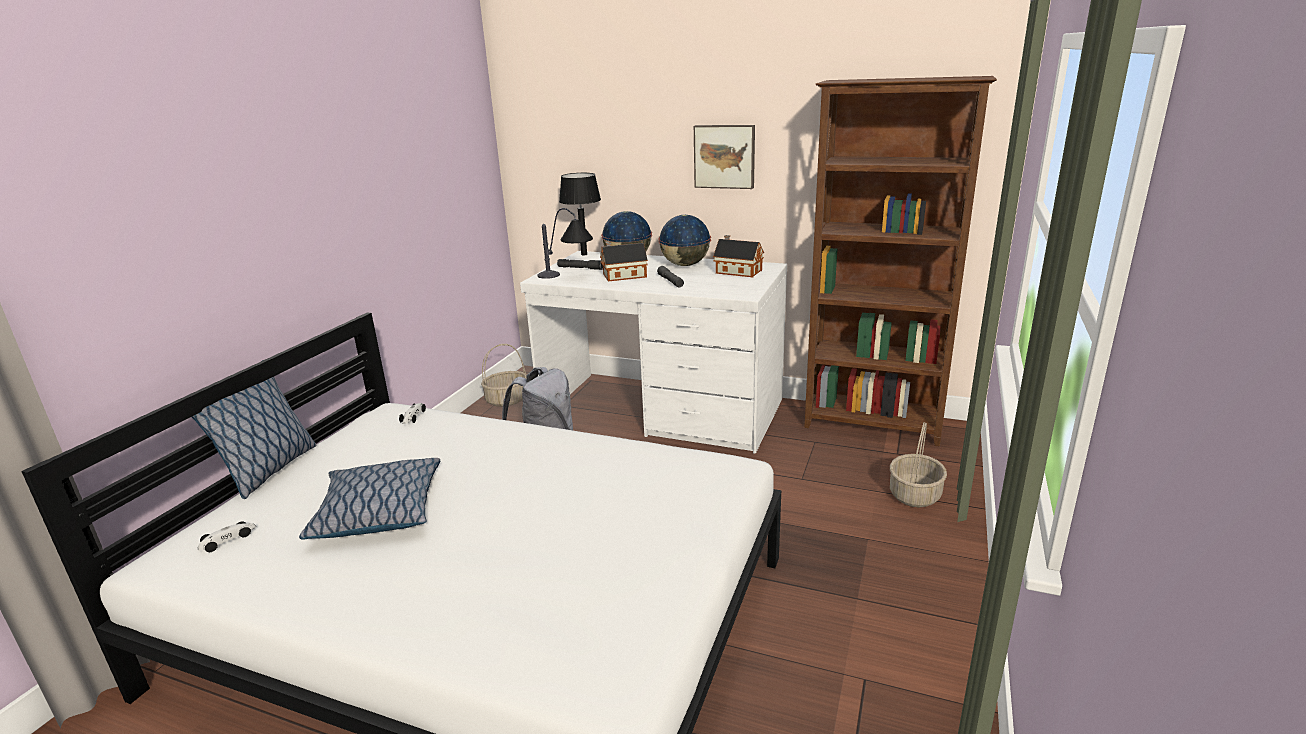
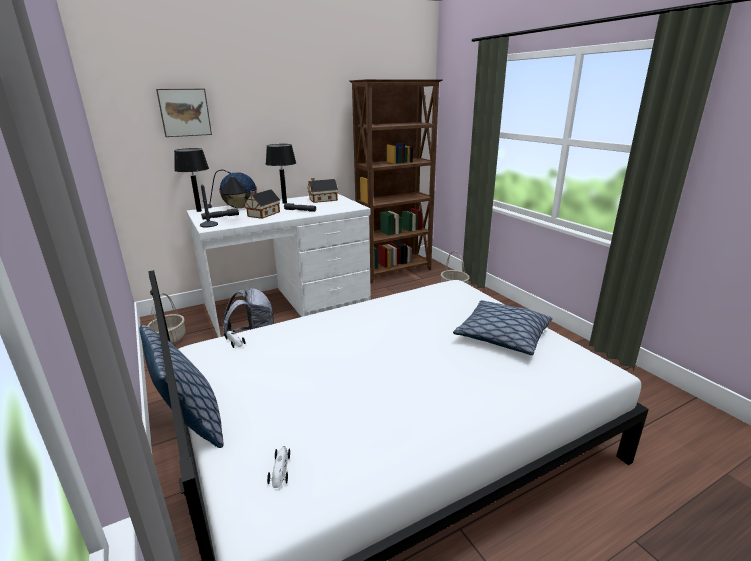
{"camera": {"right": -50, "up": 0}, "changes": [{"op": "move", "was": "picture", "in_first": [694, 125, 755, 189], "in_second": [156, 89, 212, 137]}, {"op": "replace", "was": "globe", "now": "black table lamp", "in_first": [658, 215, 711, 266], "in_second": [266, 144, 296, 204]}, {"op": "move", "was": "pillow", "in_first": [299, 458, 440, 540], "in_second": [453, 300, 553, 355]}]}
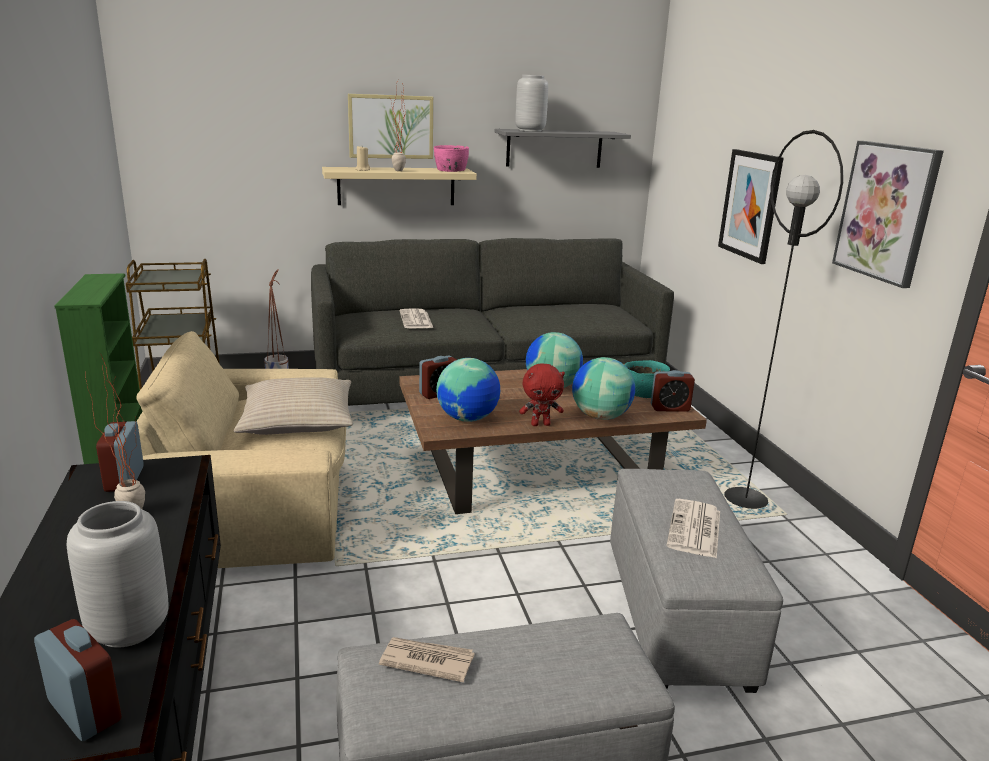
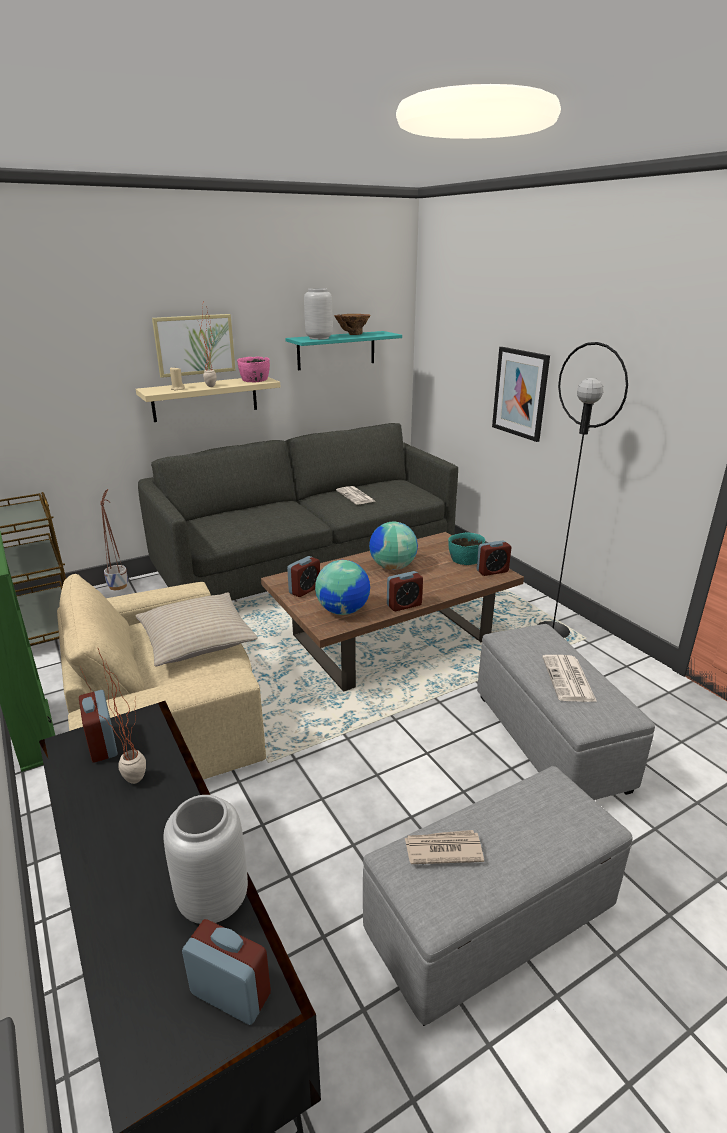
{"camera": {"right": -15, "up": 5}, "changes": [{"op": "recolor", "was": "grey shelf", "now": "turquoise shelf", "in_first": [494, 129, 631, 168], "in_second": [285, 331, 402, 370]}, {"op": "delete", "was": "picture", "in_first": [832, 141, 944, 288]}, {"op": "move", "was": "newspaper", "in_first": [400, 308, 433, 328], "in_second": [336, 486, 375, 505]}, {"op": "delete", "was": "globe", "in_first": [572, 357, 635, 420]}, {"op": "replace", "was": "red plush toy", "now": "alarm clock", "in_first": [519, 363, 565, 426], "in_second": [387, 571, 423, 611]}, {"op": "insert", "now": "brown vase", "in_second": [334, 314, 371, 335]}]}
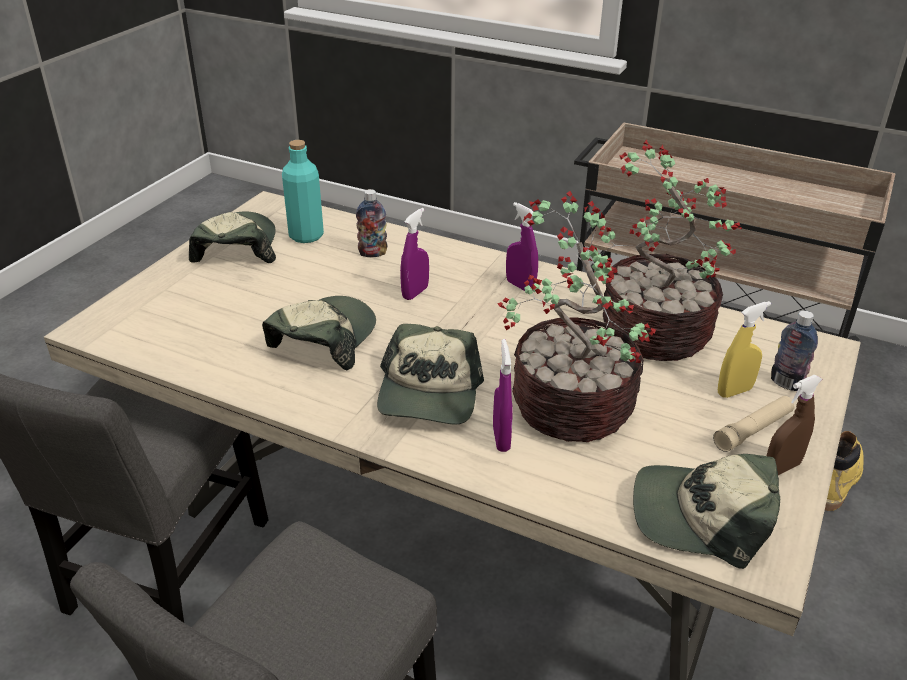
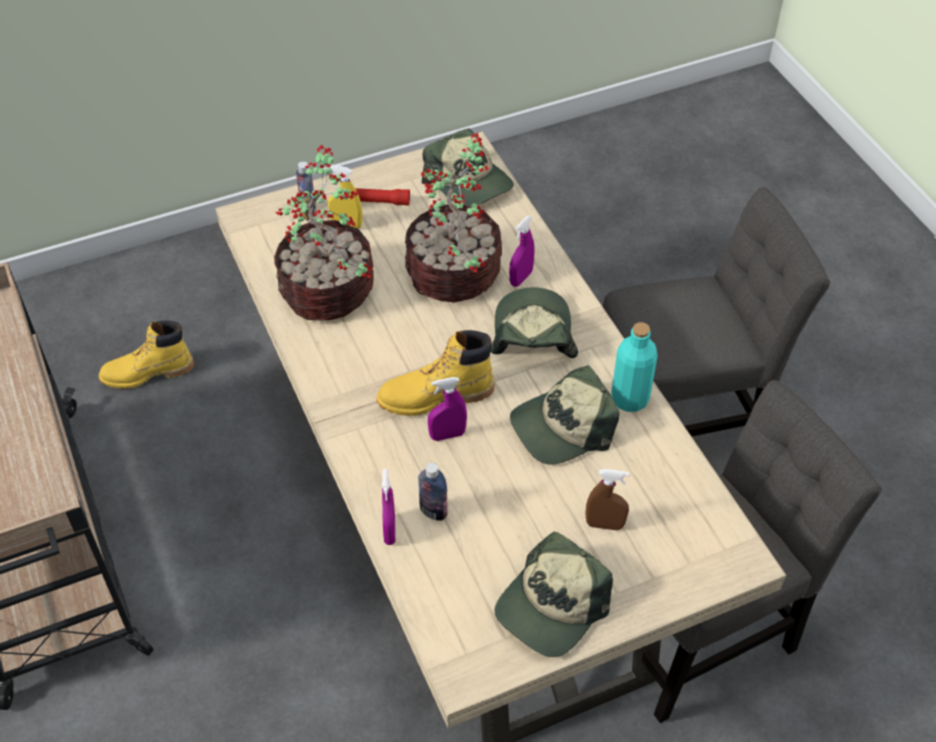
{"camera": {"right": -140, "up": 15}, "changes": [{"op": "move", "was": "turquoise bottle", "in_first": [282, 140, 324, 243], "in_second": [611, 322, 658, 412]}, {"op": "move", "was": "purple spray bottle", "in_first": [506, 202, 538, 291], "in_second": [382, 469, 396, 545]}, {"op": "rotate", "was": "cap", "in_first": [377, 324, 484, 424], "in_second": [491, 287, 578, 358], "clockwise": -45}, {"op": "move", "was": "brown spray bottle", "in_first": [767, 375, 822, 475], "in_second": [585, 469, 630, 530]}, {"op": "recolor", "was": "beige flashlight", "now": "red flashlight", "in_first": [713, 396, 794, 452], "in_second": [355, 188, 410, 205]}, {"op": "insert", "now": "yellow boot", "in_second": [377, 330, 495, 416]}]}
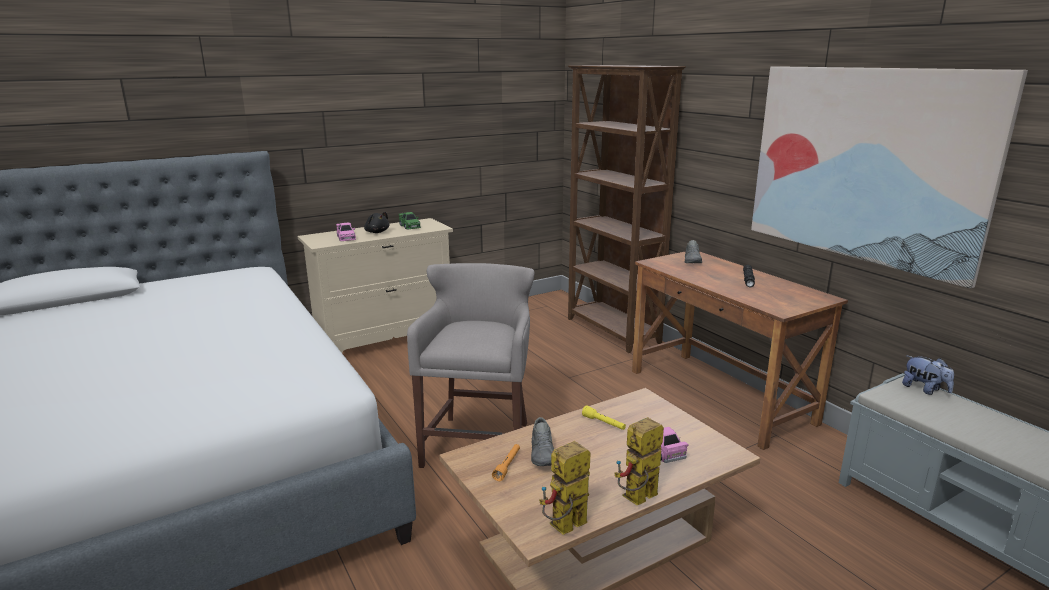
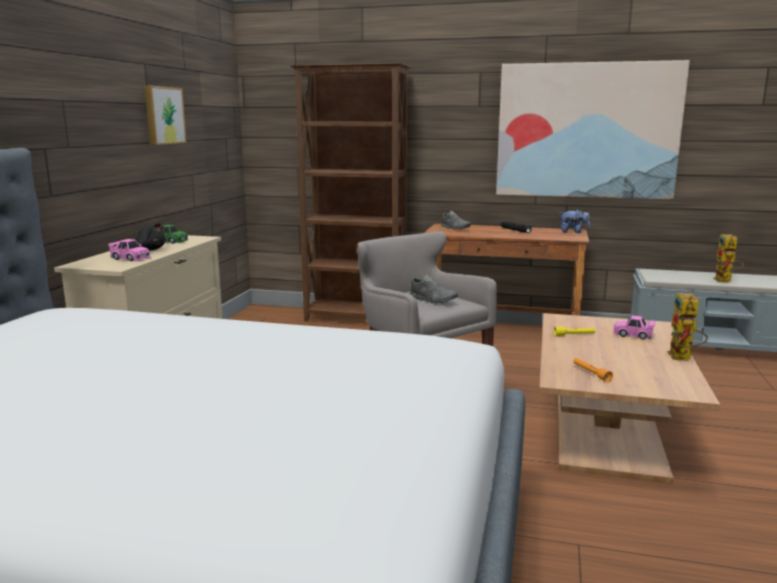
{"camera": {"right": -45, "up": -5}, "changes": [{"op": "move", "was": "plush toy", "in_first": [902, 356, 954, 395], "in_second": [559, 209, 590, 233]}, {"op": "move", "was": "grey shoe", "in_first": [531, 417, 554, 466], "in_second": [409, 275, 458, 304]}, {"op": "move", "was": "toy robot", "in_first": [539, 441, 590, 535], "in_second": [713, 234, 744, 282]}, {"op": "insert", "now": "picture", "in_second": [145, 86, 187, 145]}]}
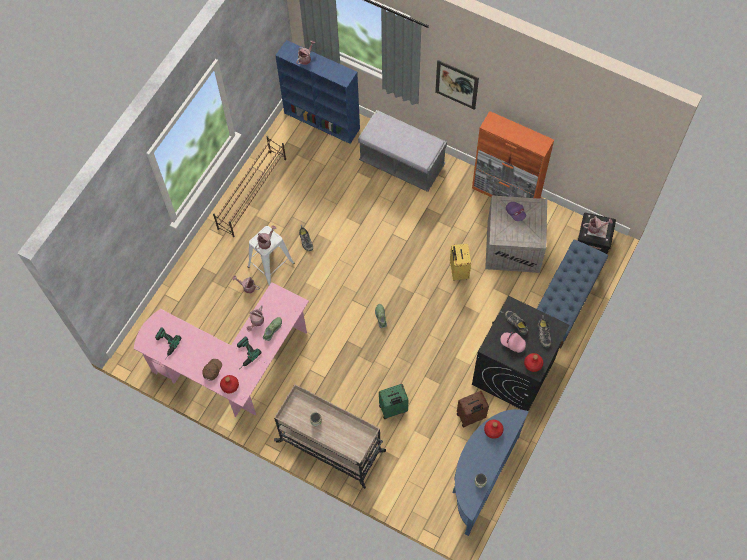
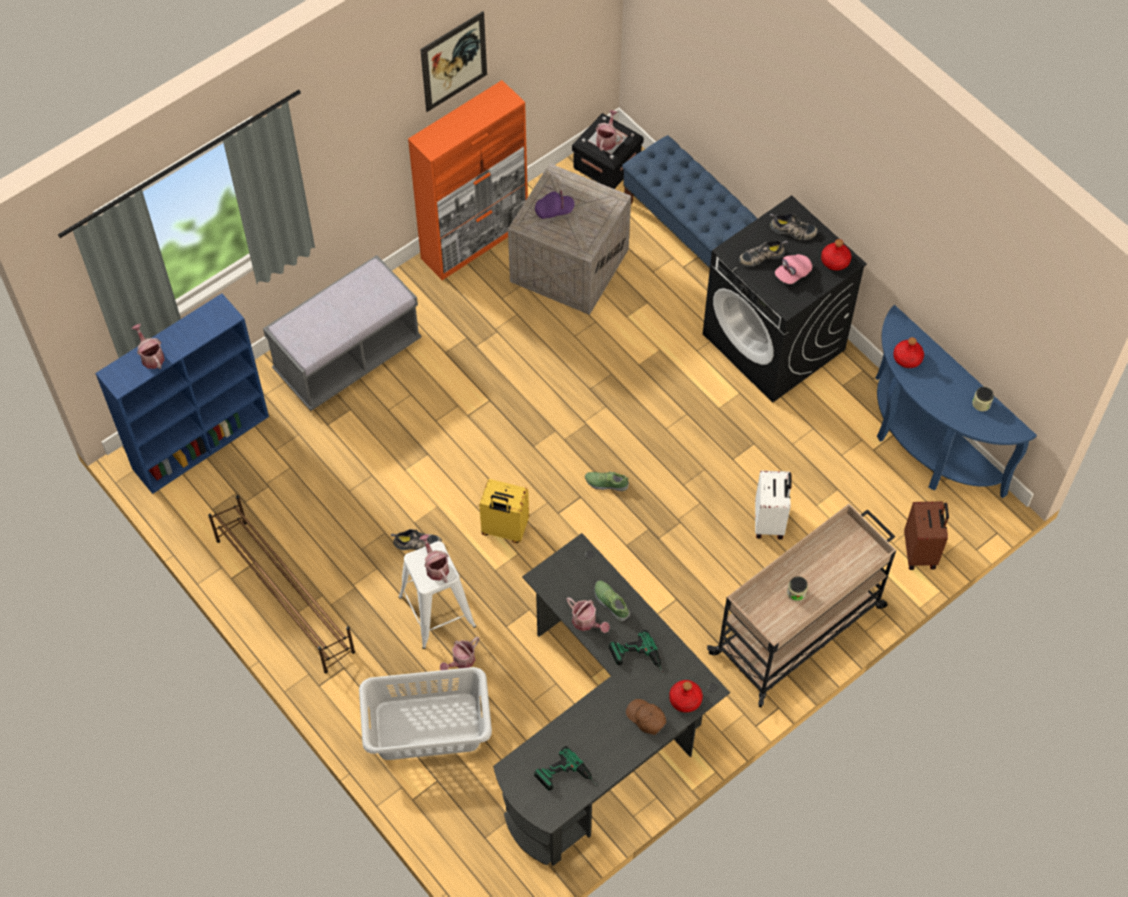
{"camera": {"right": -70, "up": -5}, "changes": [{"op": "move", "was": "picture", "in_first": [435, 60, 479, 110], "in_second": [420, 11, 487, 112]}, {"op": "move", "was": "yellow suitcase", "in_first": [450, 244, 471, 281], "in_second": [479, 479, 529, 543]}, {"op": "recolor", "was": "pink desk", "now": "black desk", "in_first": [134, 282, 309, 417], "in_second": [493, 533, 730, 866]}, {"op": "recolor", "was": "green suitcase", "now": "white suitcase", "in_first": [379, 384, 408, 419], "in_second": [755, 470, 792, 540]}, {"op": "move", "was": "brown suitcase", "in_first": [457, 391, 489, 428], "in_second": [904, 501, 949, 570]}, {"op": "insert", "now": "grey laundry basket", "in_second": [359, 667, 492, 760]}]}
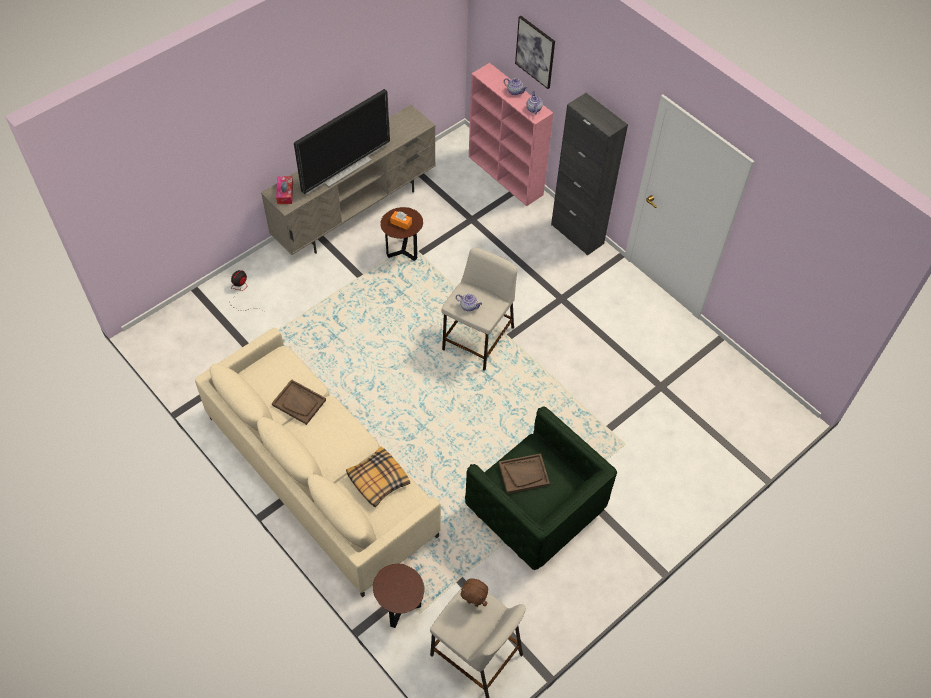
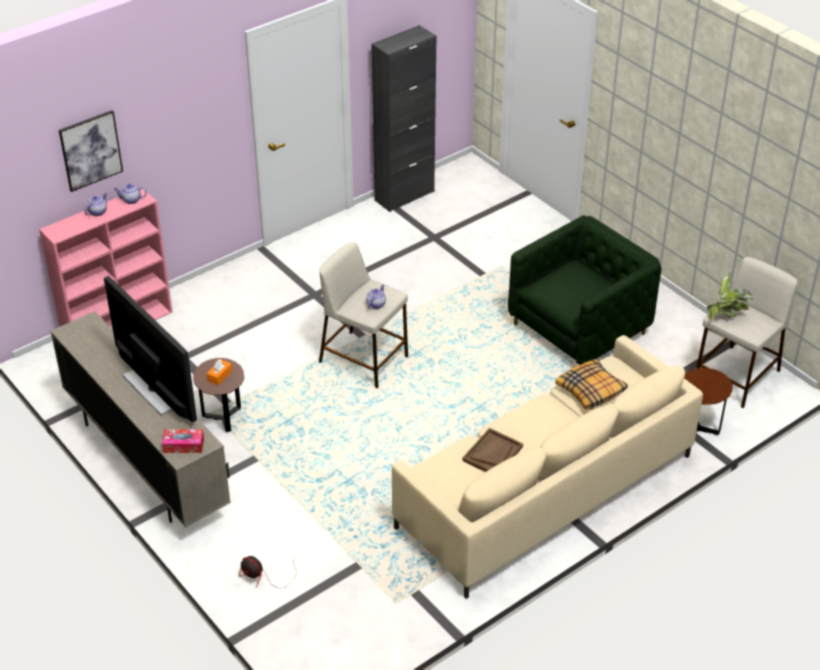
{"camera": {"right": -85, "up": -15}, "changes": [{"op": "move", "was": "black cabinet", "in_first": [551, 93, 628, 256], "in_second": [371, 25, 436, 212]}, {"op": "delete", "was": "brown tray", "in_first": [499, 453, 550, 494]}, {"op": "replace", "was": "brown plush toy", "now": "potted plant", "in_first": [460, 578, 488, 607], "in_second": [707, 272, 753, 320]}]}
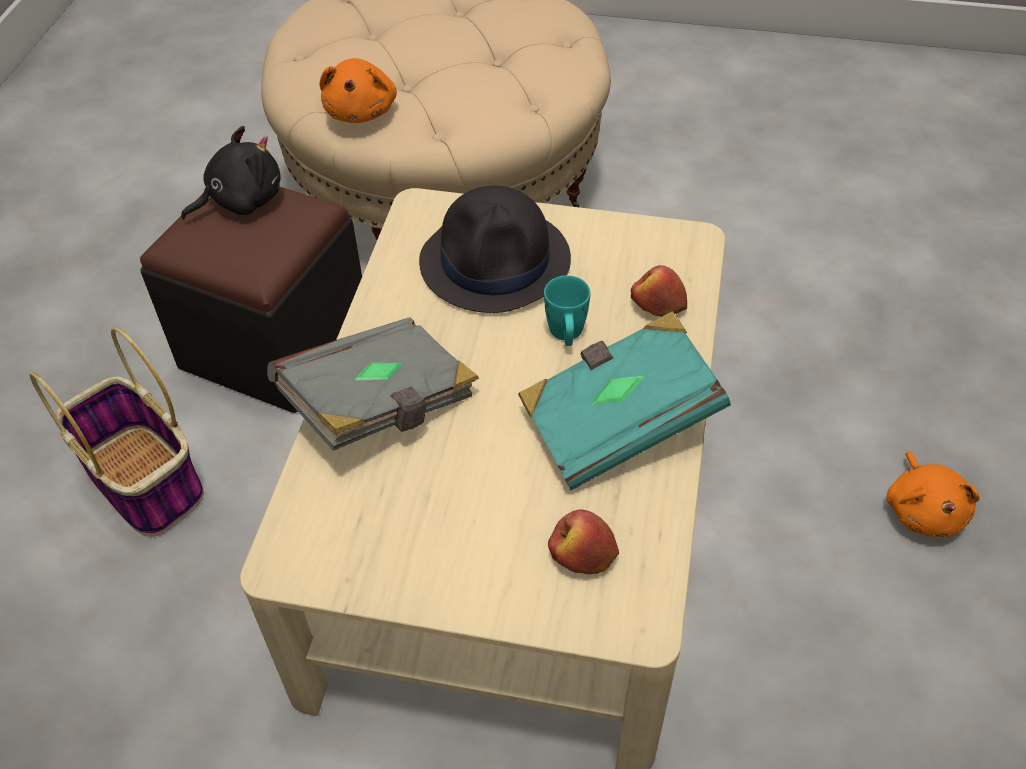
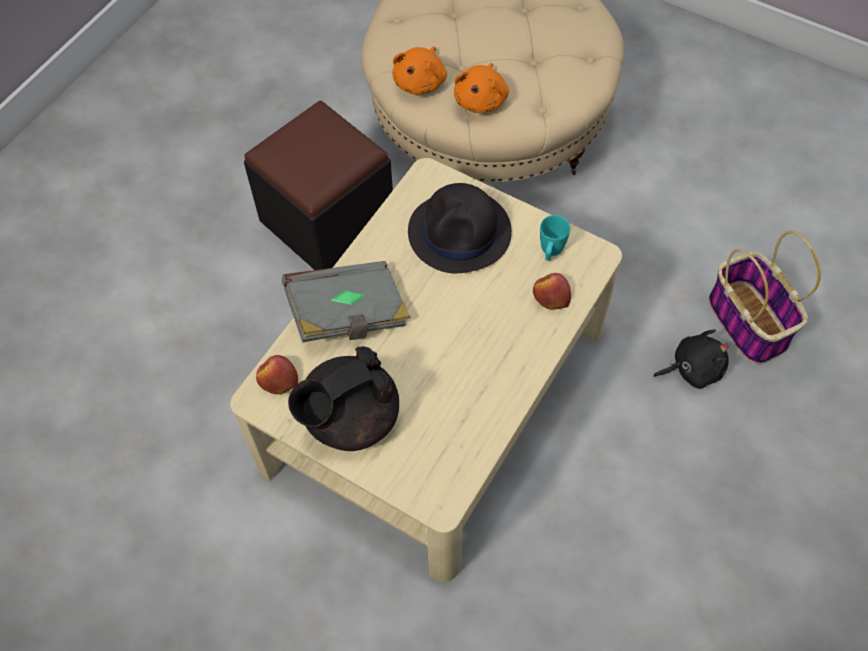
{"camera": {"right": 20, "up": 10}, "changes": [{"op": "move", "was": "black plush toy", "in_first": [181, 126, 281, 220], "in_second": [653, 329, 731, 389]}, {"op": "move", "was": "turquoise mug", "in_first": [544, 275, 590, 346], "in_second": [540, 215, 570, 261]}, {"op": "delete", "was": "turquoise book", "in_first": [518, 311, 731, 490]}, {"op": "move", "was": "basket", "in_first": [29, 327, 204, 537], "in_second": [708, 231, 821, 365]}, {"op": "move", "was": "orange plush toy", "in_first": [887, 451, 979, 538], "in_second": [454, 63, 509, 113]}, {"op": "move", "was": "apple", "in_first": [548, 510, 619, 574], "in_second": [256, 355, 298, 395]}, {"op": "insert", "now": "black teapot", "in_second": [288, 346, 399, 451]}]}
